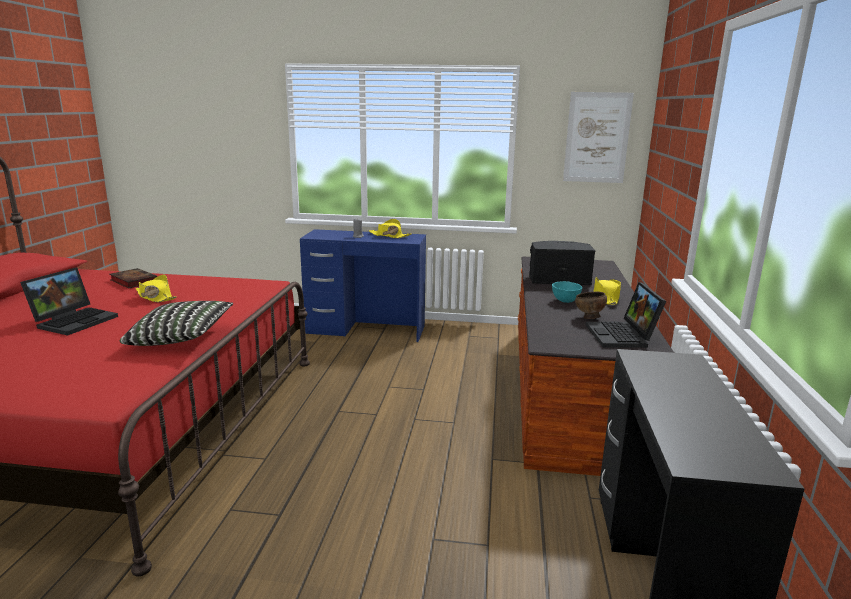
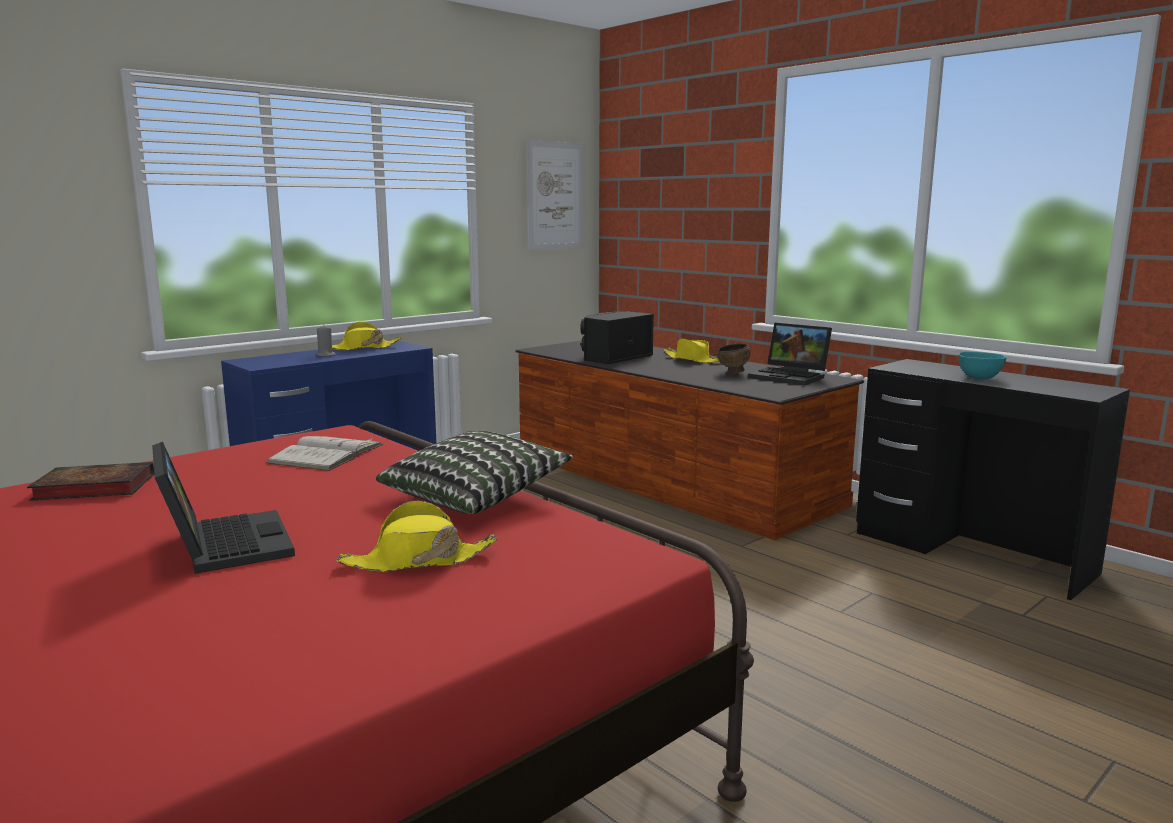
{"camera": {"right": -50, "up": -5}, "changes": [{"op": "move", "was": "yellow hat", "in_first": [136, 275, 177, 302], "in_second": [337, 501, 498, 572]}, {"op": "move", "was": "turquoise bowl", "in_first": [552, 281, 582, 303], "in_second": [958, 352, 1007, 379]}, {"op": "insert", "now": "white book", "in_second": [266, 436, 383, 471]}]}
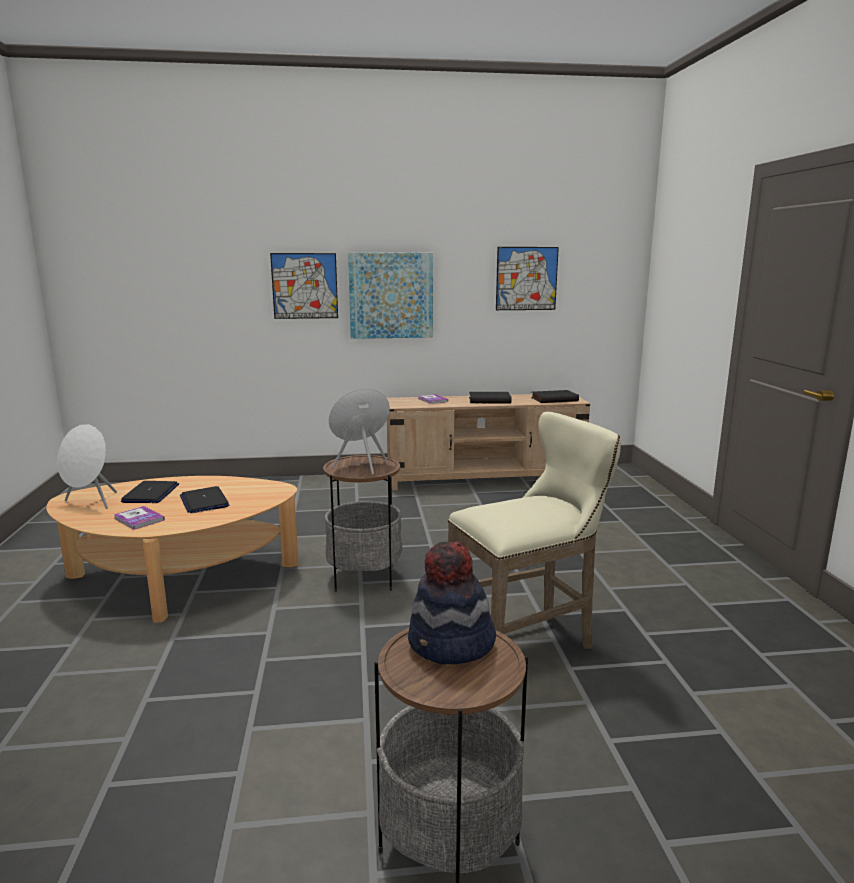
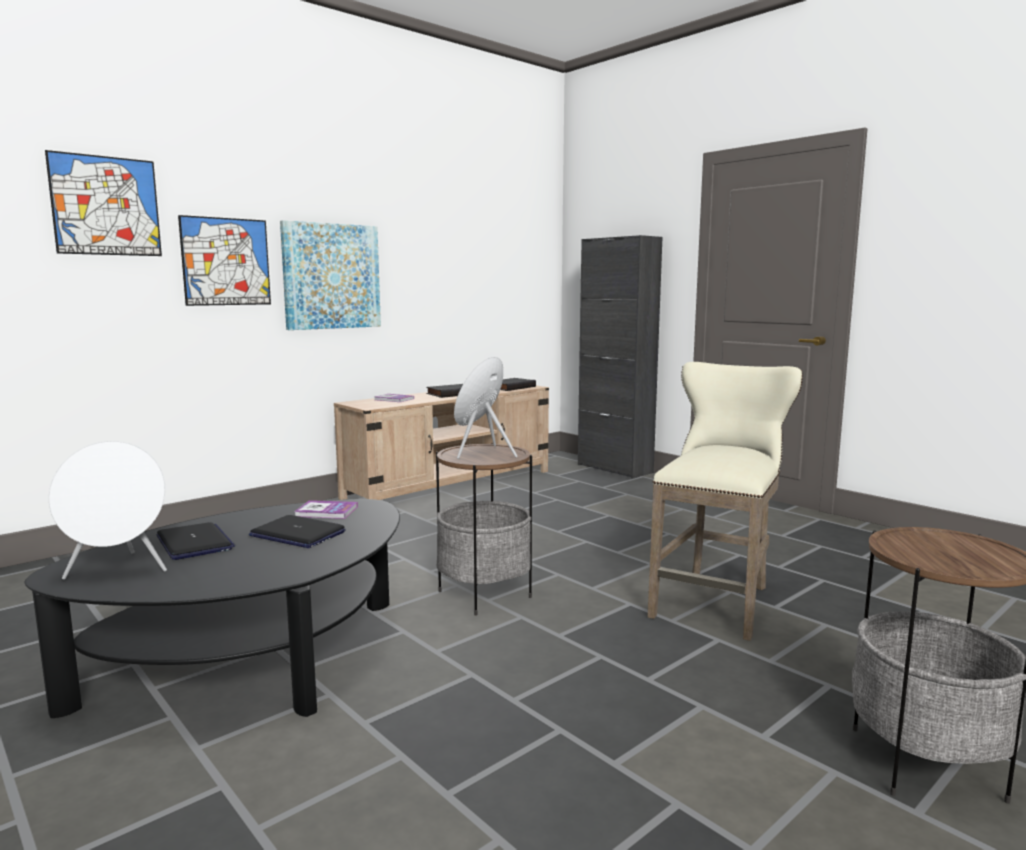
{"camera": {"right": -35, "up": -5}, "changes": [{"op": "move", "was": "picture", "in_first": [496, 247, 559, 310], "in_second": [45, 150, 162, 256]}, {"op": "recolor", "was": "beige coffee table", "now": "black coffee table", "in_first": [46, 476, 298, 623], "in_second": [24, 499, 400, 718]}, {"op": "move", "was": "book", "in_first": [114, 506, 165, 530], "in_second": [294, 500, 358, 519]}, {"op": "delete", "was": "hat", "in_first": [408, 541, 496, 664]}, {"op": "insert", "now": "black cabinet", "in_second": [578, 235, 663, 479]}]}
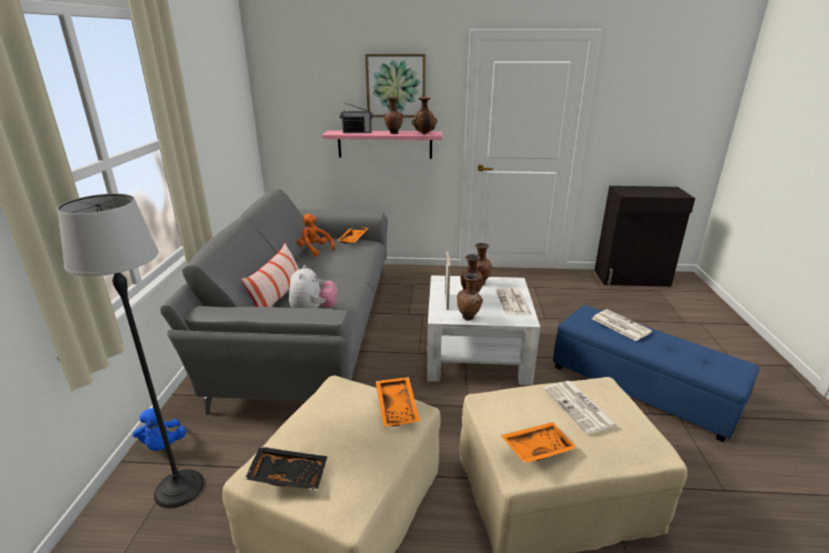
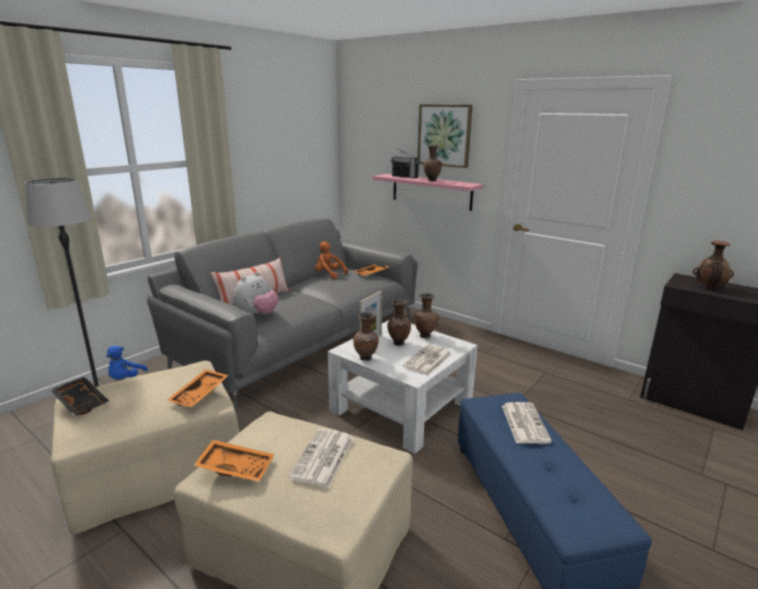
{"camera": {"right": 35, "up": -5}, "changes": [{"op": "move", "was": "vase", "in_first": [412, 97, 437, 134], "in_second": [693, 241, 734, 288]}, {"op": "rotate", "was": "orange plush toy", "in_first": [297, 214, 335, 257], "in_second": [315, 241, 348, 279], "clockwise": -45}]}
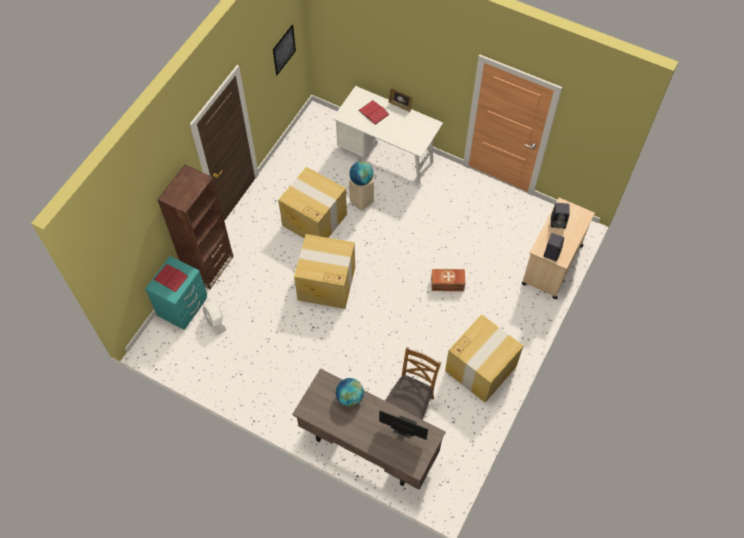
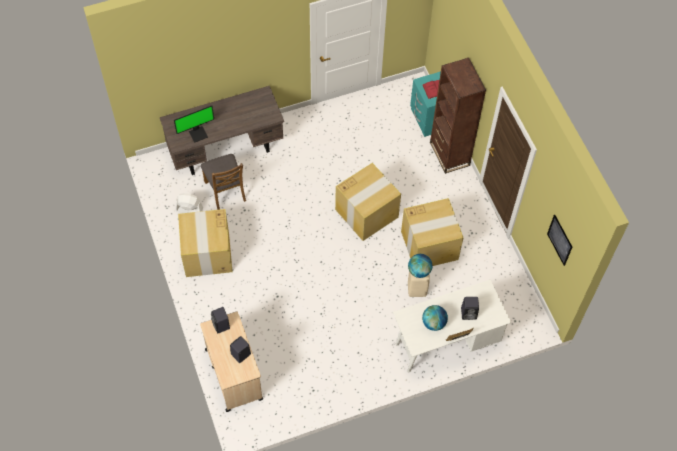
{"camera": {"right": 130, "up": 0}, "changes": [{"op": "replace", "was": "red book", "now": "black speaker", "in_first": [358, 100, 390, 125], "in_second": [461, 297, 479, 320]}, {"op": "delete", "was": "brown storage box", "in_first": [431, 269, 466, 291]}, {"op": "move", "was": "white fan", "in_first": [203, 303, 226, 335], "in_second": [176, 193, 203, 213]}, {"op": "move", "was": "globe", "in_first": [336, 378, 364, 407], "in_second": [422, 305, 448, 331]}]}
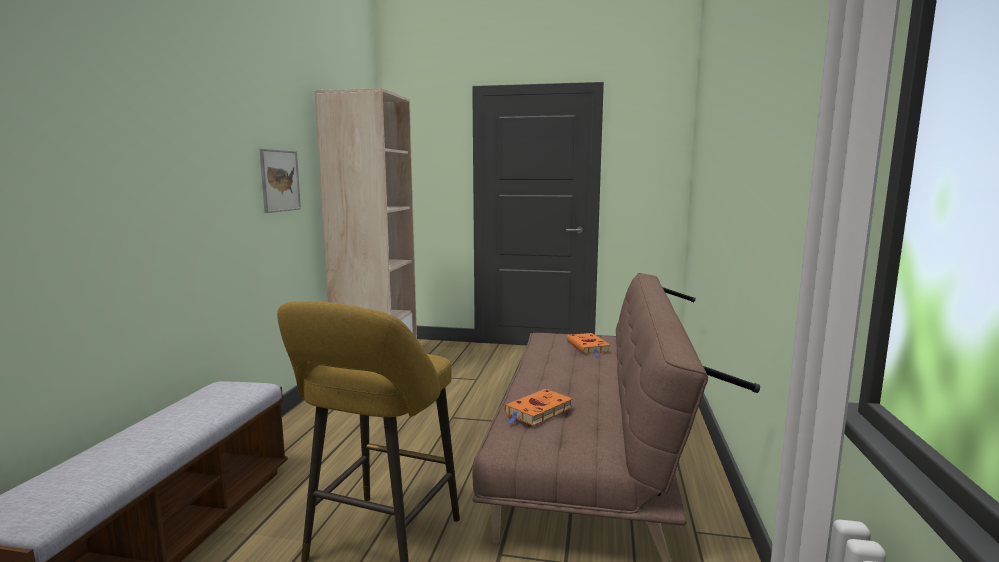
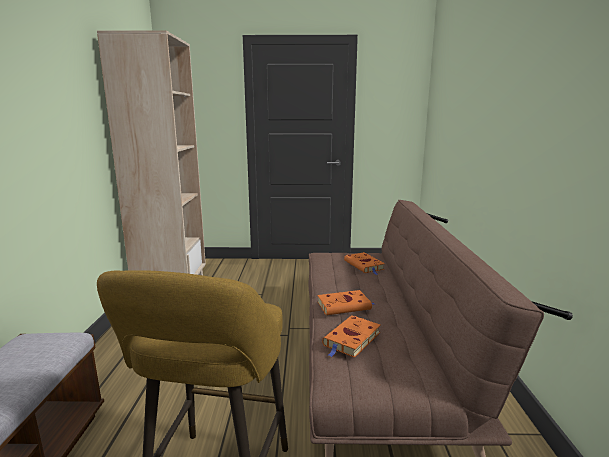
{"camera": {"right": -10, "up": 5}, "changes": [{"op": "delete", "was": "picture", "in_first": [259, 149, 301, 213]}, {"op": "insert", "now": "orange book", "in_second": [317, 290, 375, 315]}]}
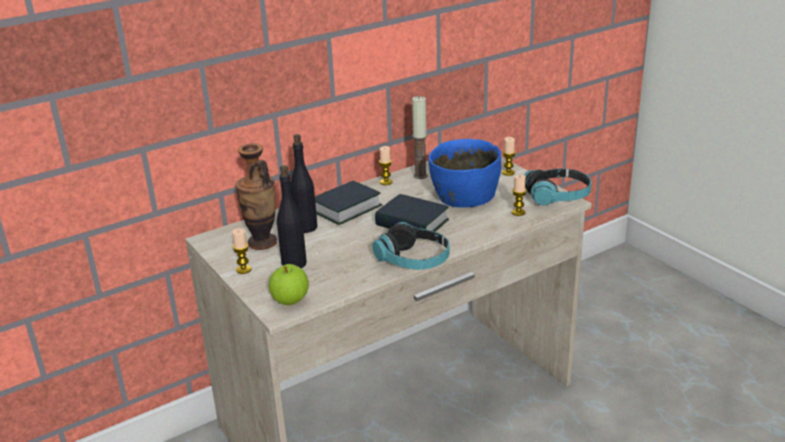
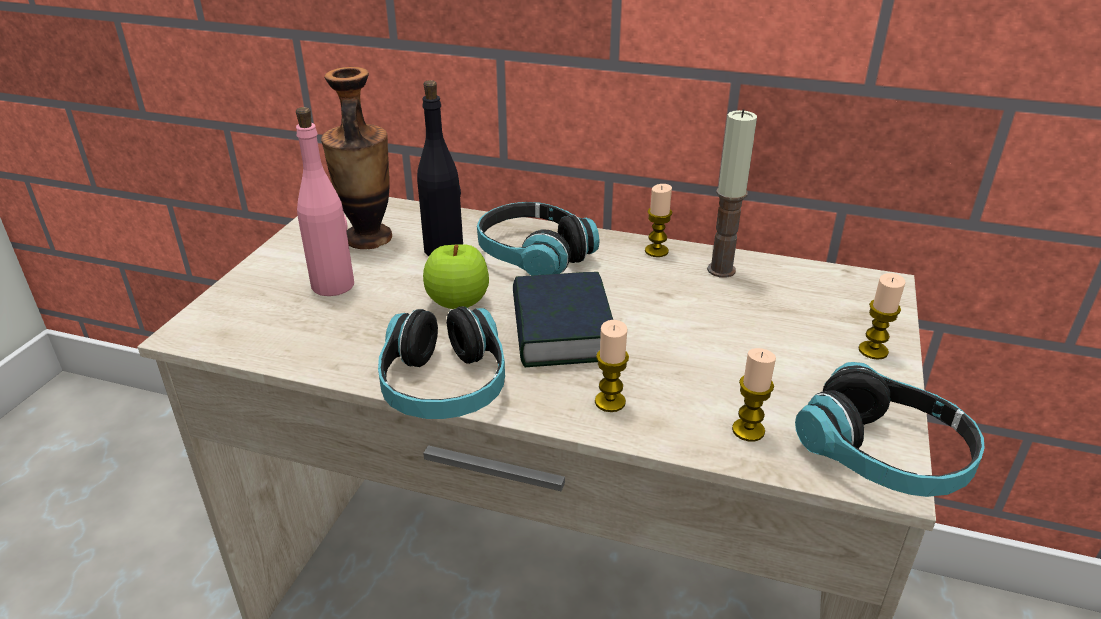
{"camera": {"right": 50, "up": 5}, "changes": [{"op": "delete", "was": "blue bowl", "in_first": [428, 139, 501, 208]}, {"op": "recolor", "was": "black bottle", "now": "pink bottle", "in_first": [277, 165, 307, 268], "in_second": [296, 107, 354, 296]}, {"op": "replace", "was": "book", "now": "headphones", "in_first": [315, 181, 382, 225], "in_second": [477, 202, 600, 276]}, {"op": "move", "was": "candle", "in_first": [232, 228, 251, 274], "in_second": [595, 320, 629, 412]}, {"op": "move", "was": "apple", "in_first": [269, 264, 309, 305], "in_second": [423, 245, 489, 309]}]}
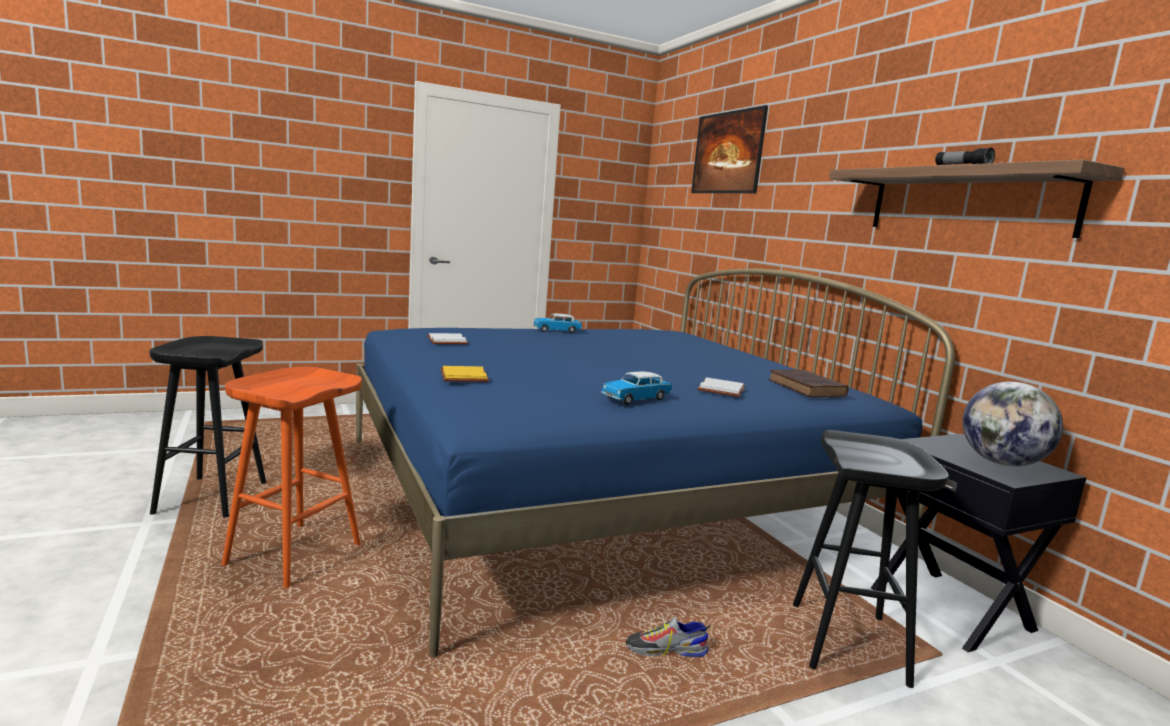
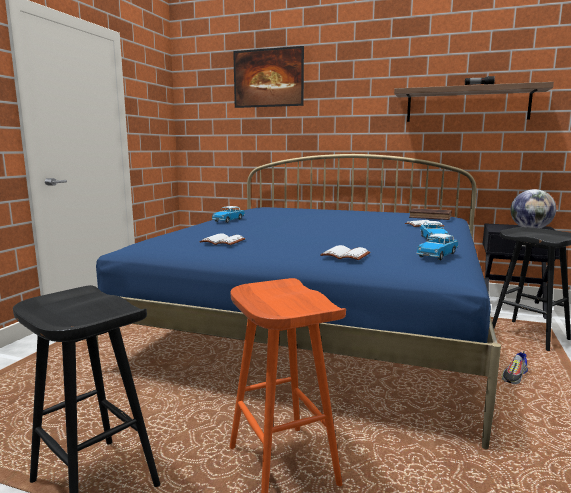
{"camera": {"right": -45, "up": 0}, "changes": [{"op": "recolor", "was": "yellow book", "now": "white book", "in_first": [440, 366, 489, 382], "in_second": [320, 245, 370, 260]}, {"op": "insert", "now": "toy car", "in_second": [416, 234, 458, 260]}]}
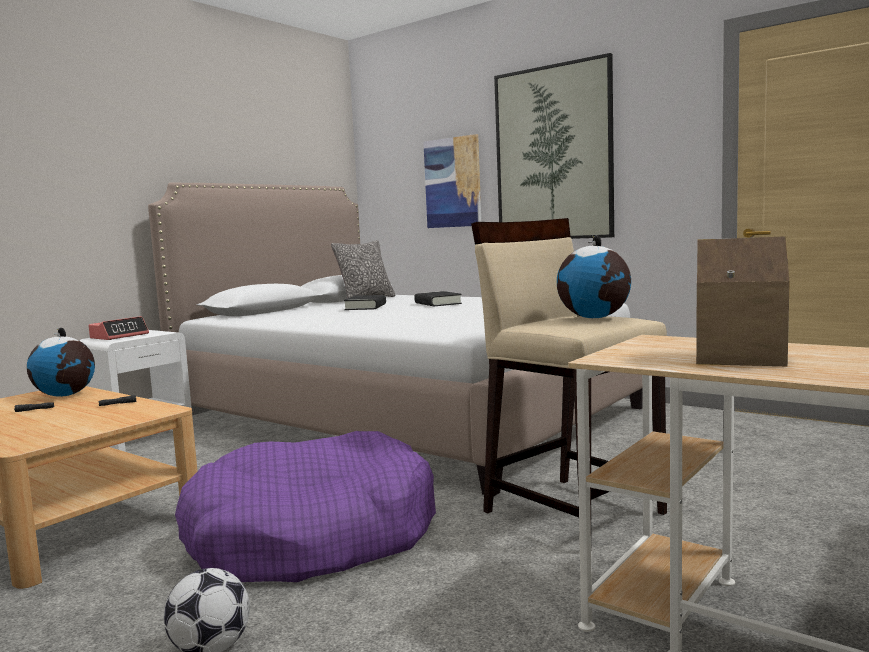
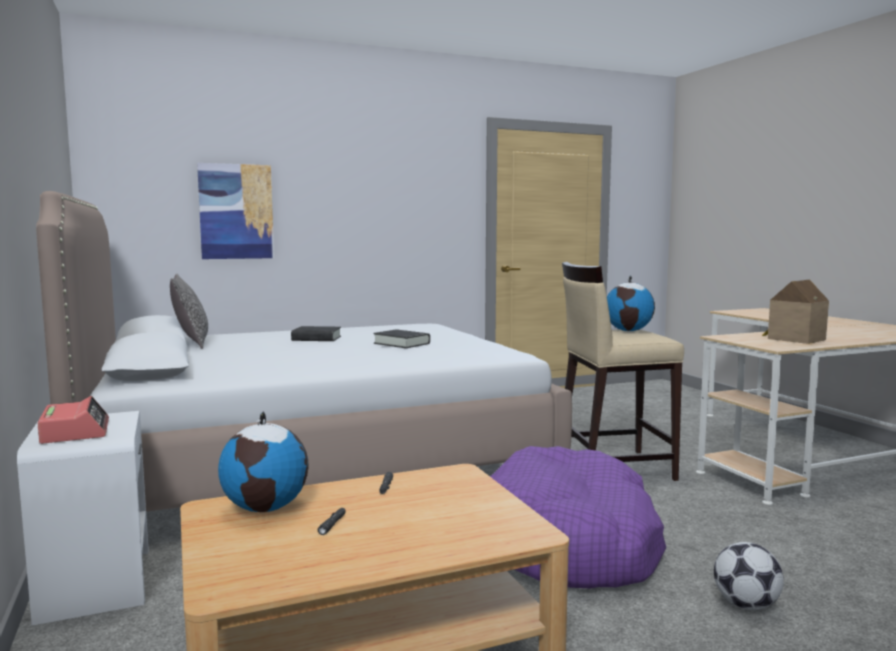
{"camera": {"right": -60, "up": 0}, "changes": [{"op": "delete", "was": "picture", "in_first": [494, 53, 614, 239]}, {"op": "move", "was": "black book", "in_first": [344, 295, 386, 310], "in_second": [374, 329, 430, 348]}]}
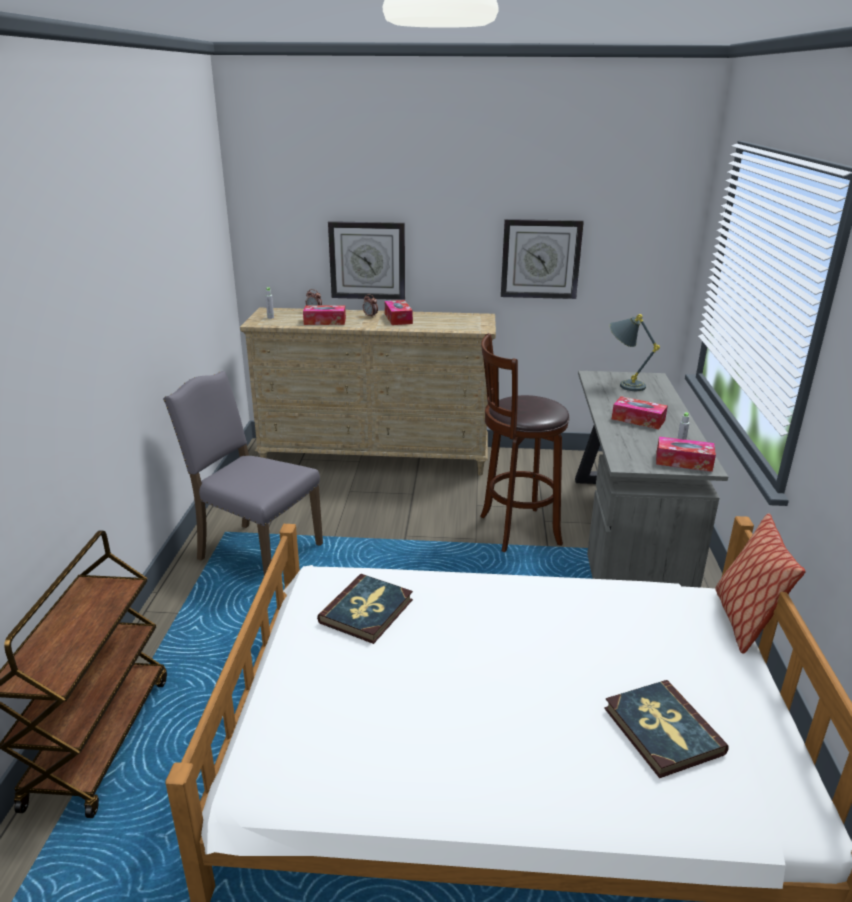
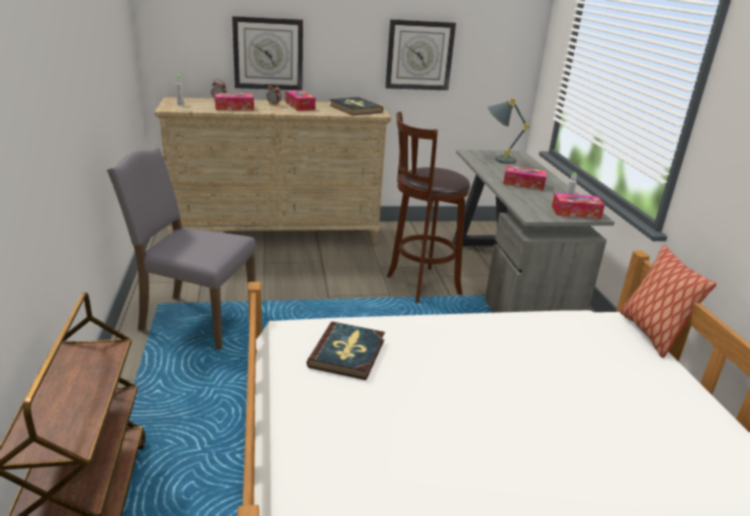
{"camera": {"right": -15, "up": 0}, "changes": [{"op": "move", "was": "book", "in_first": [604, 680, 729, 778], "in_second": [329, 97, 383, 115]}]}
